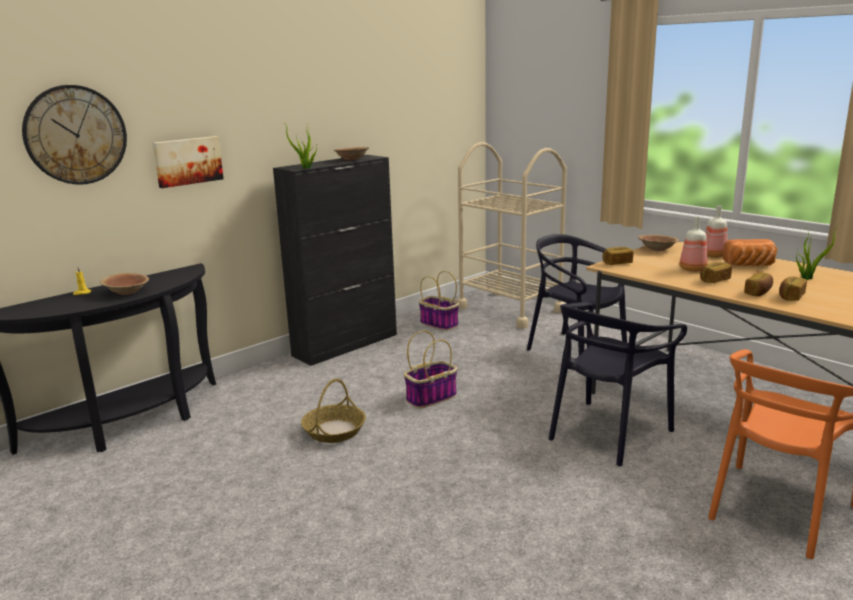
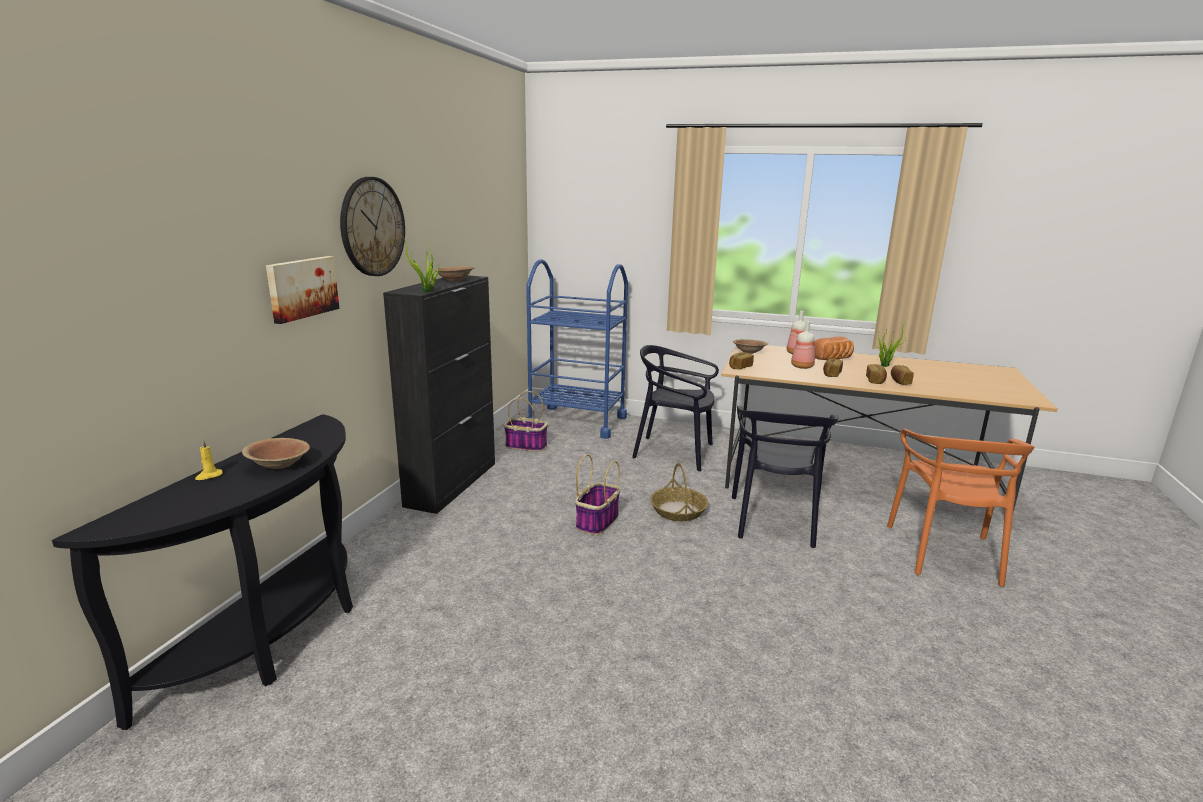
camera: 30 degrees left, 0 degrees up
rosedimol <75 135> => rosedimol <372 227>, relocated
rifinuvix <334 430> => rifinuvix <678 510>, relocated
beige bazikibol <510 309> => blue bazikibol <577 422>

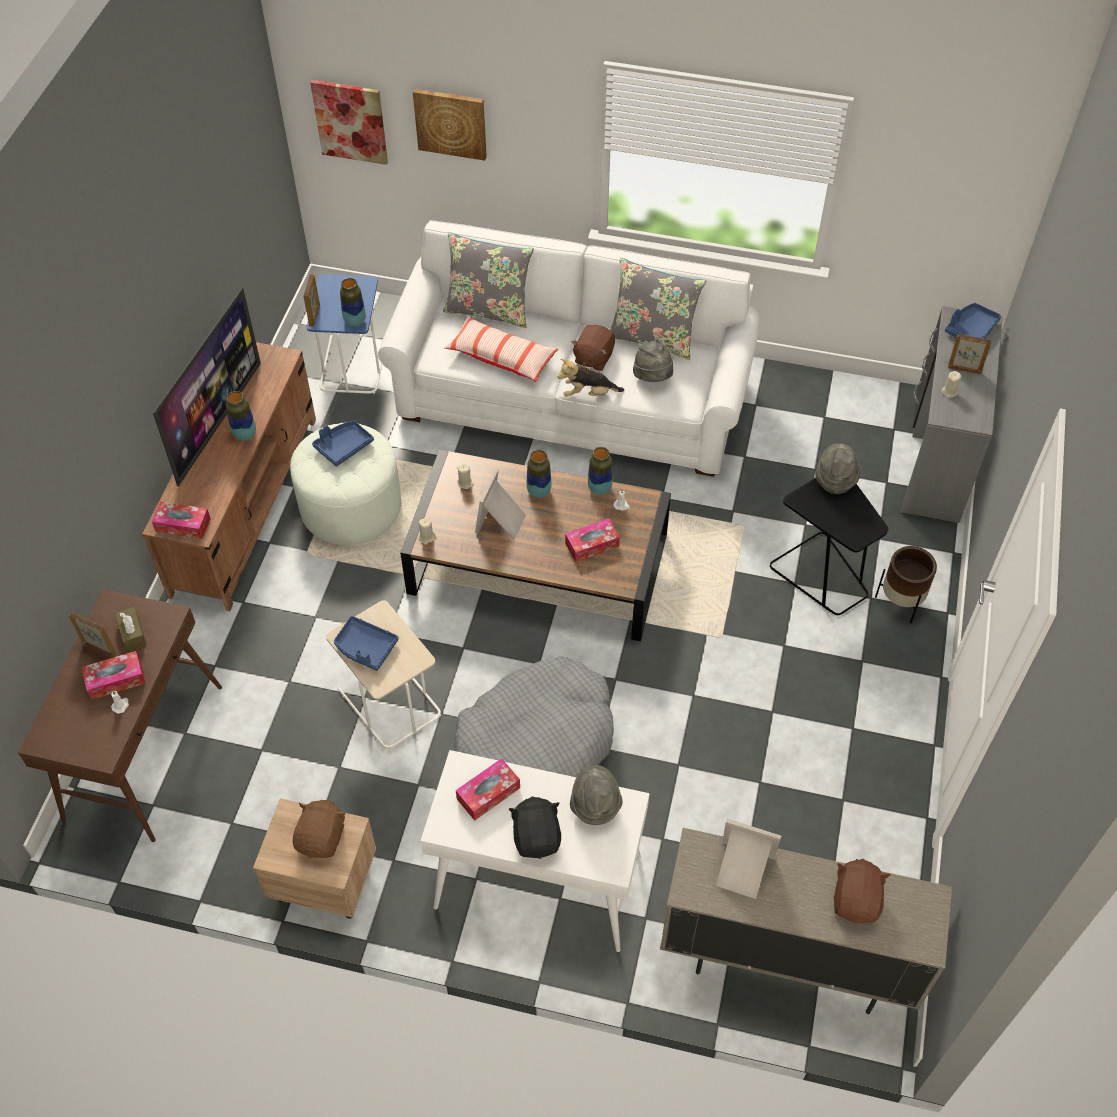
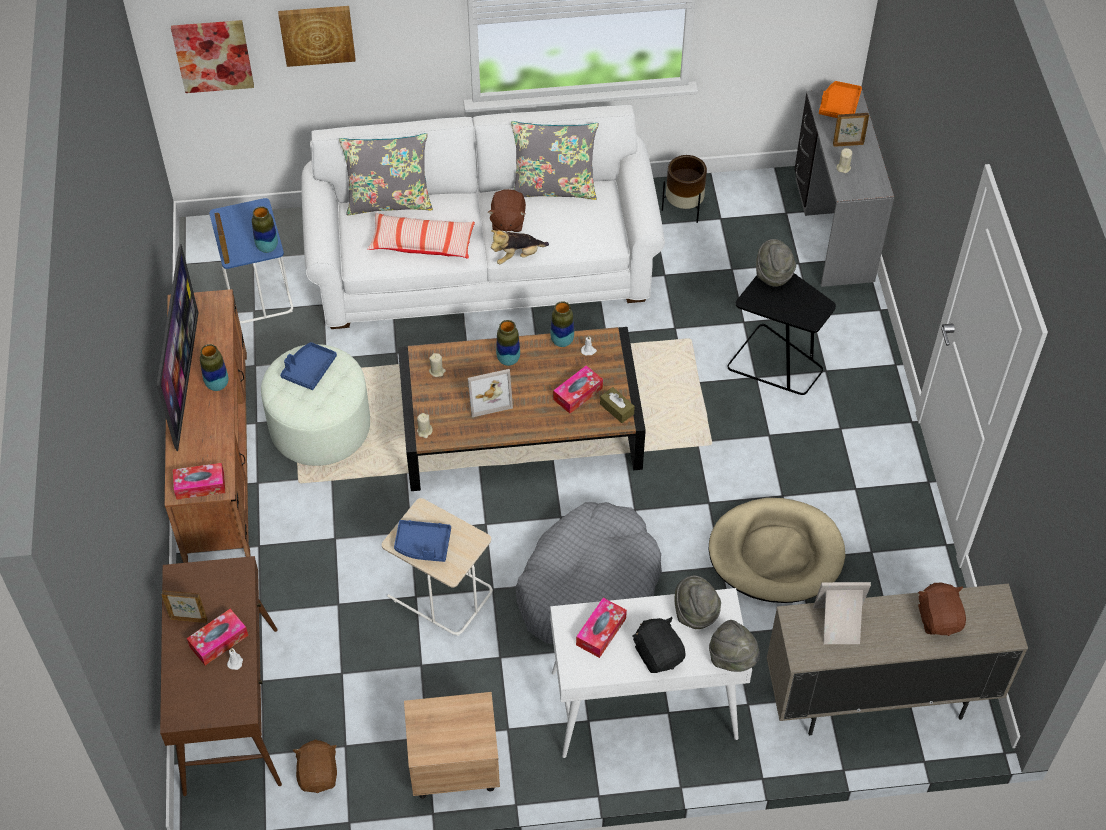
camera: 20 degrees left, 0 degrees up
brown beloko <132 632> => brown beloko <617 409>, relocated
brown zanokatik <322 838> => brown zanokatik <318 774>, relocated
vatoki <502 522> => vatoki <487 397>, 105 degrees counterclockwise
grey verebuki <653 377> => grey verebuki <732 658>, relocated
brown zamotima <901 602> => brown zamotima <684 208>, relocated
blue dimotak <970 329> => orange dimotak <839 106>
nothing => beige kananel <776 554>

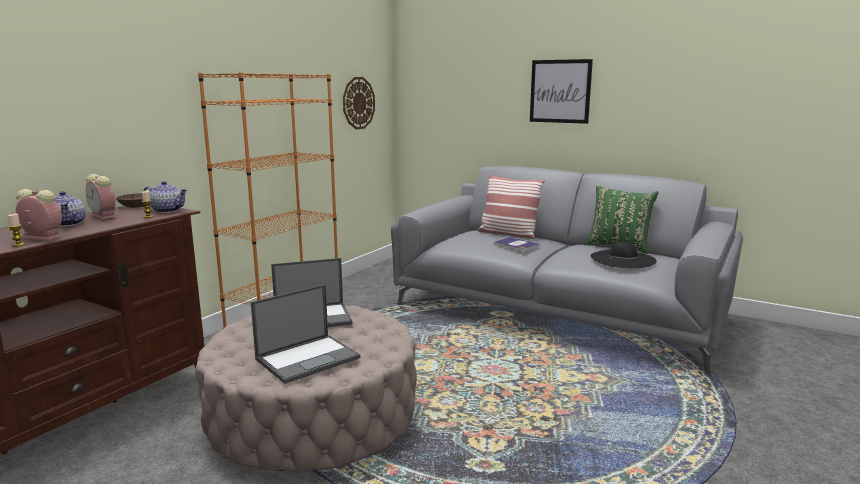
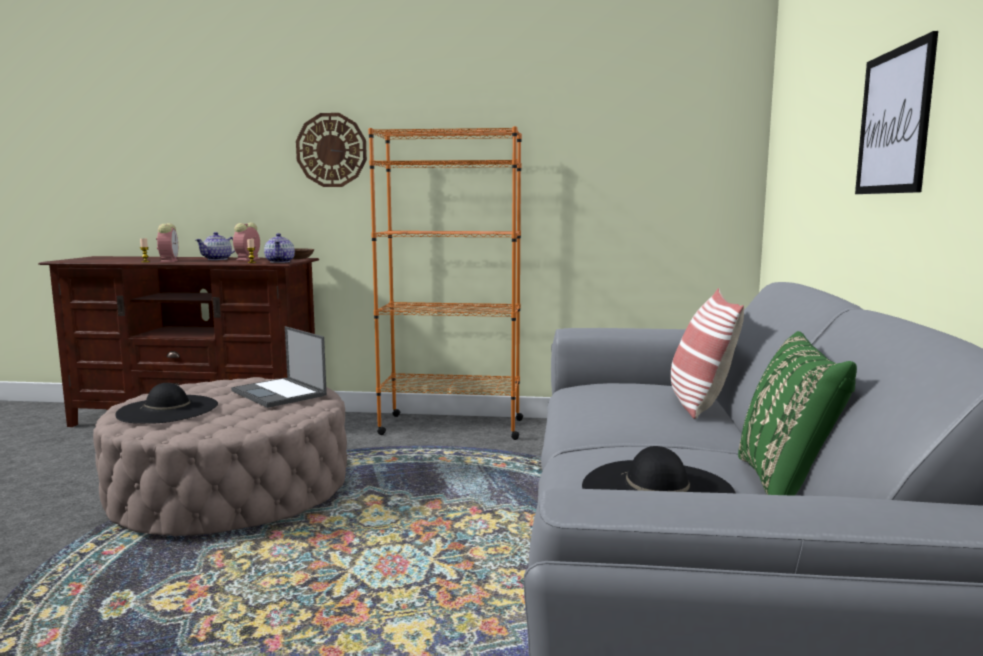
camera: 65 degrees right, 5 degrees down
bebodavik <308 358> => black verebuki <168 409>
rosedimol <358 103> => rosedimol <331 150>, relocated
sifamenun <516 245> => nothing

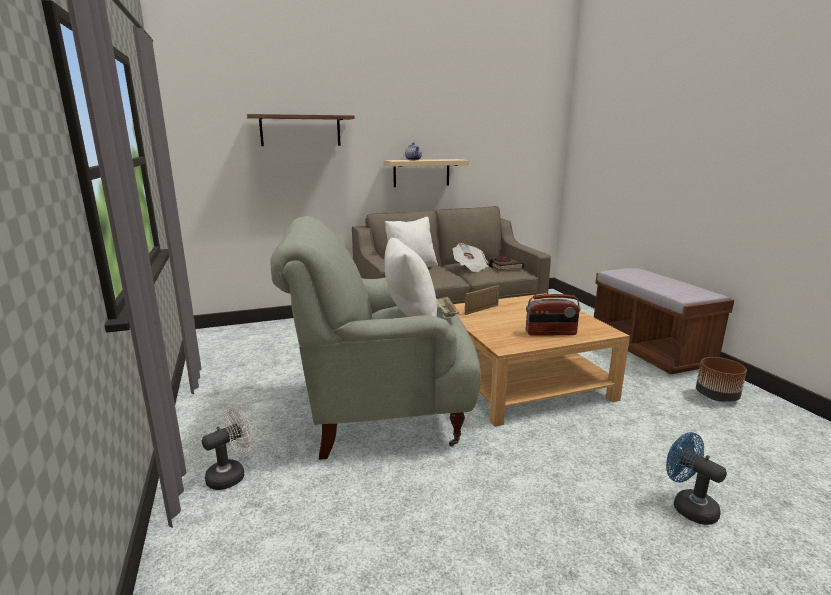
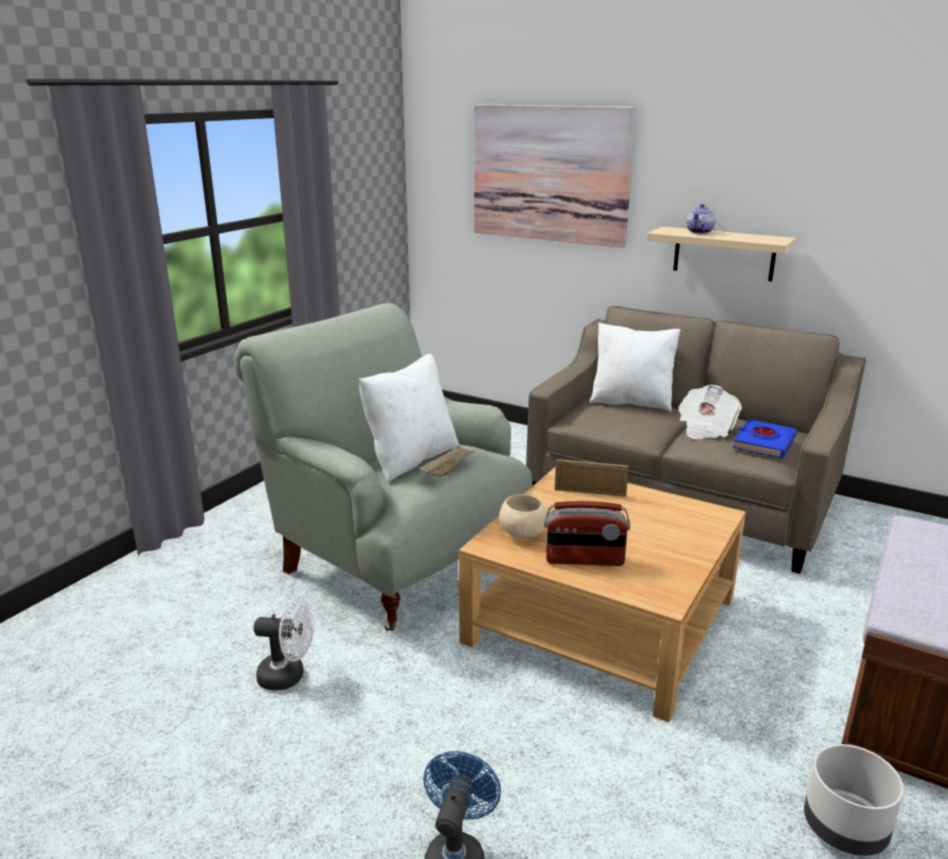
camera: 50 degrees right, 5 degrees up
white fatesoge <231 475> => white fatesoge <288 676>, relocated
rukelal <300 130> => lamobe <550 174>
black sifamenun <502 265> => blue sifamenun <763 443>
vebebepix <551 333> => vebebepix <584 560>, 45 degrees counterclockwise
brown zamotima <716 397> => grey zamotima <845 830>
nothing => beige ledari <522 534>

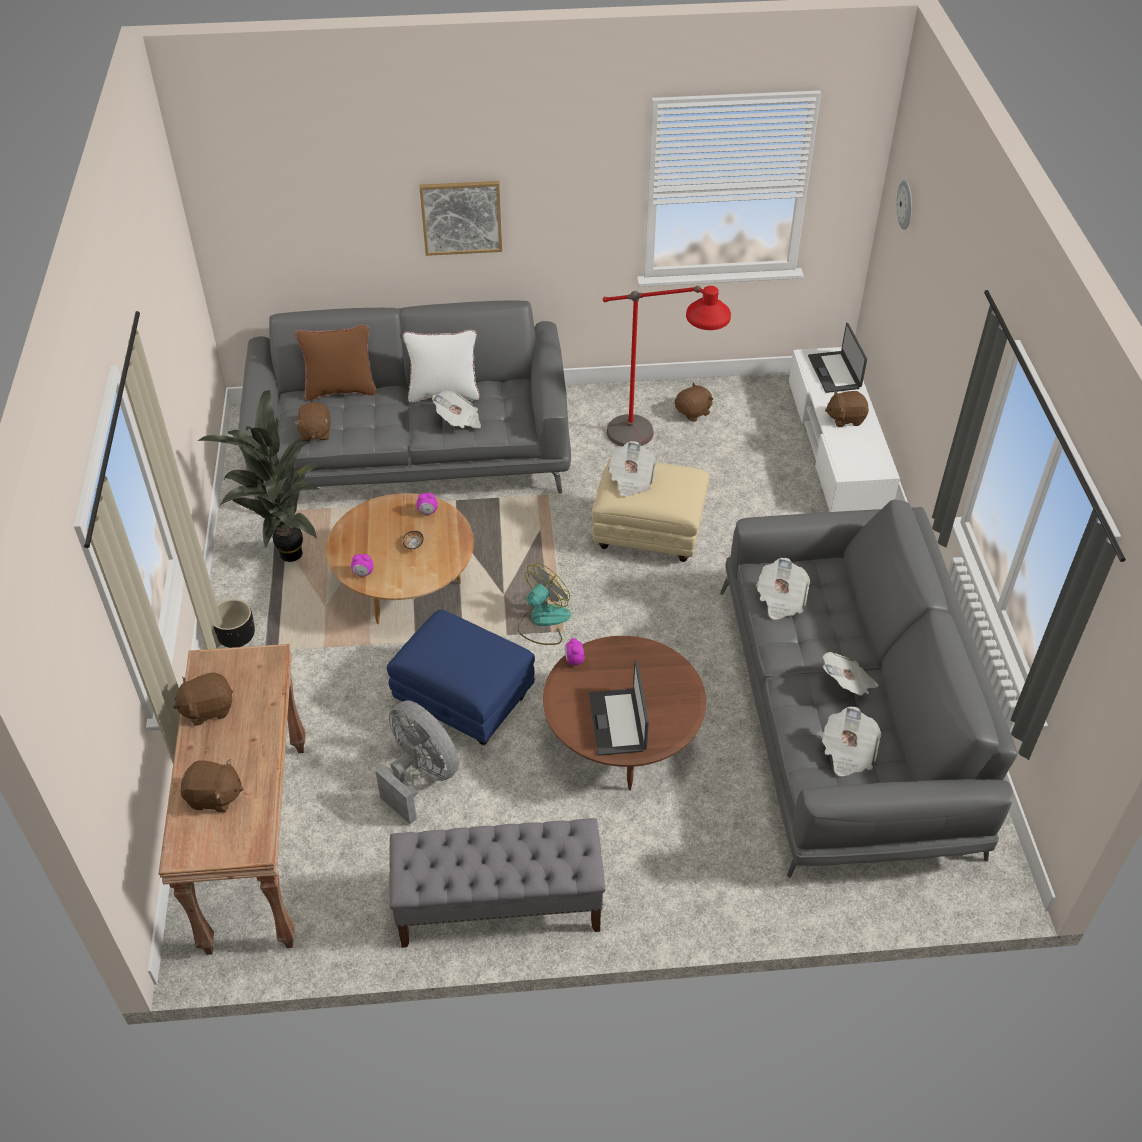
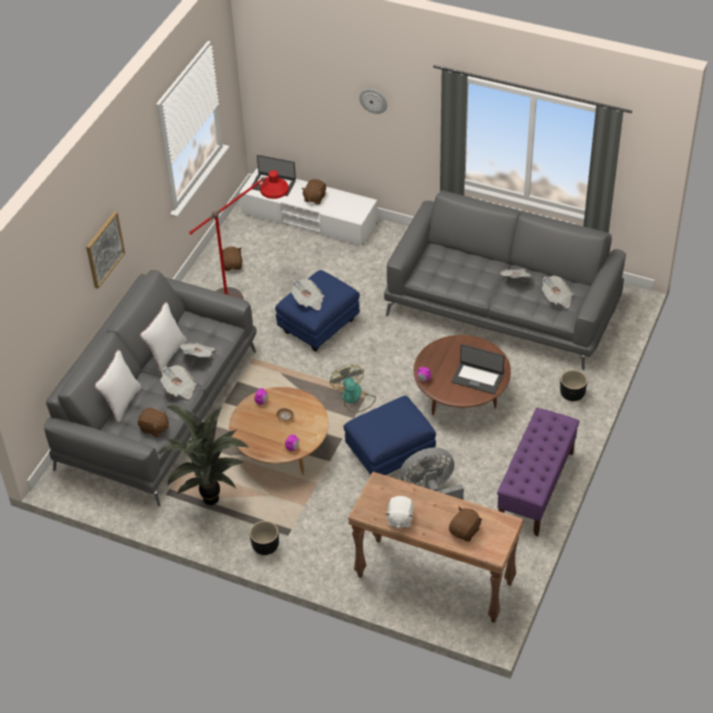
camera: 60 degrees left, 0 degrees up
brown zanokatik <208 708> => white zanokatik <399 519>
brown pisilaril <340 390> => white pisilaril <122 403>
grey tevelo <498 907> => purple tevelo <536 488>
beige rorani <650 533> => blue rorani <319 326>
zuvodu <781 600> => zuvodu <179 389>, relocated
rosedimol <906 205> => rosedimol <373 100>, relocated
nothing => black zamotima <572 394>

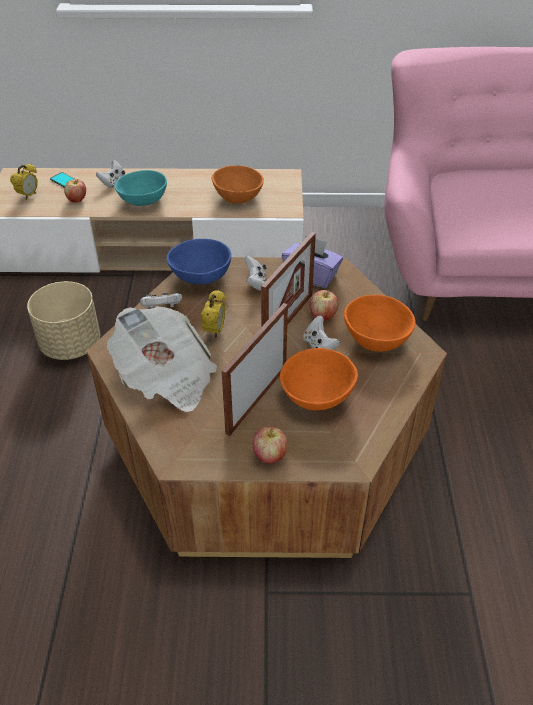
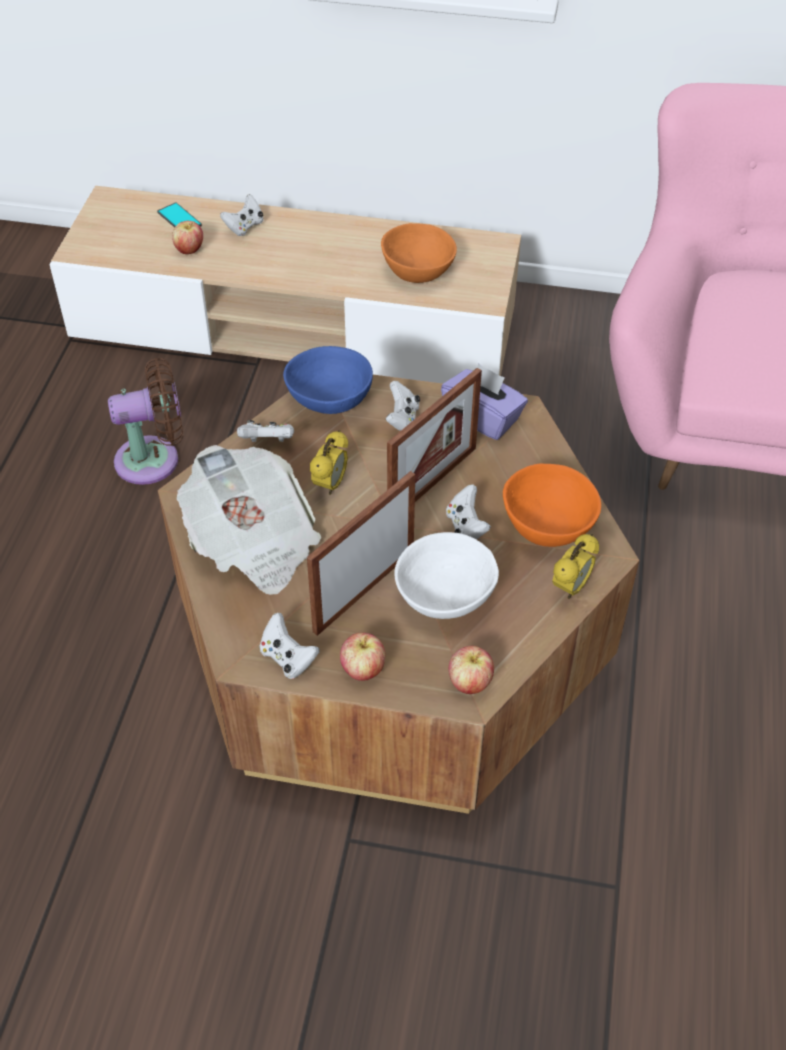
camera: 10 degrees right, 5 degrees up
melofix <28 195> => melofix <571 587>, relocated
beige zamotima <70 345> => brown fatesoge <154 459>
turquoise ledari <144 200> => nothing
orange ledari <318 394> => white ledari <446 595>
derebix <323 316> => derebix <469 683>, relocated
nothing => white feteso <288 658>

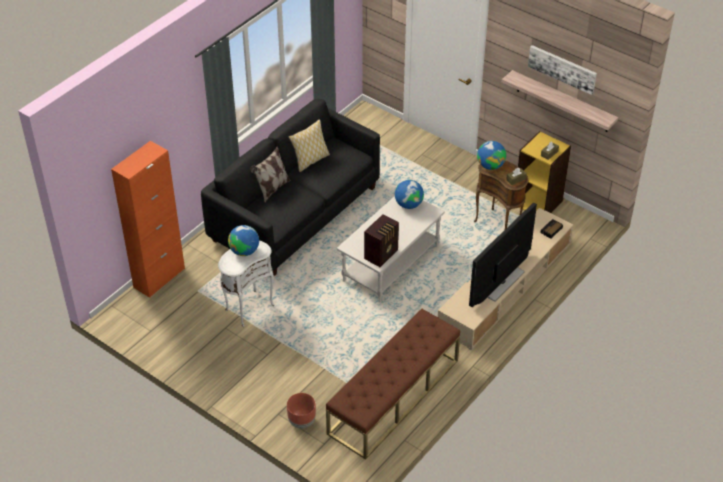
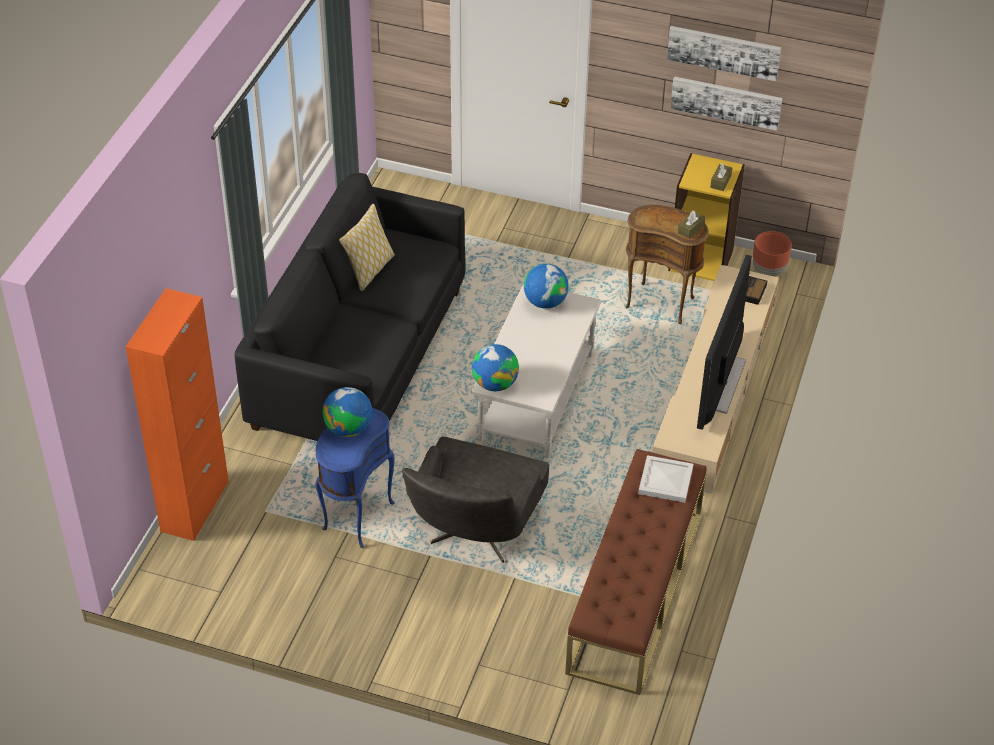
camera: 20 degrees left, 0 degrees up
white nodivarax <248 307> => blue nodivarax <355 516>
pisilaril <272 189> => nothing
brown zamotima <302 421> => brown zamotima <769 270>, relocated
vebebepix <382 254> => nothing
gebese <490 166> => gebese <495 384>, relocated
rukelal <562 102> => lamobe <726 101>
nothing => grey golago <474 535>
nothing => white dimotak <665 480>

